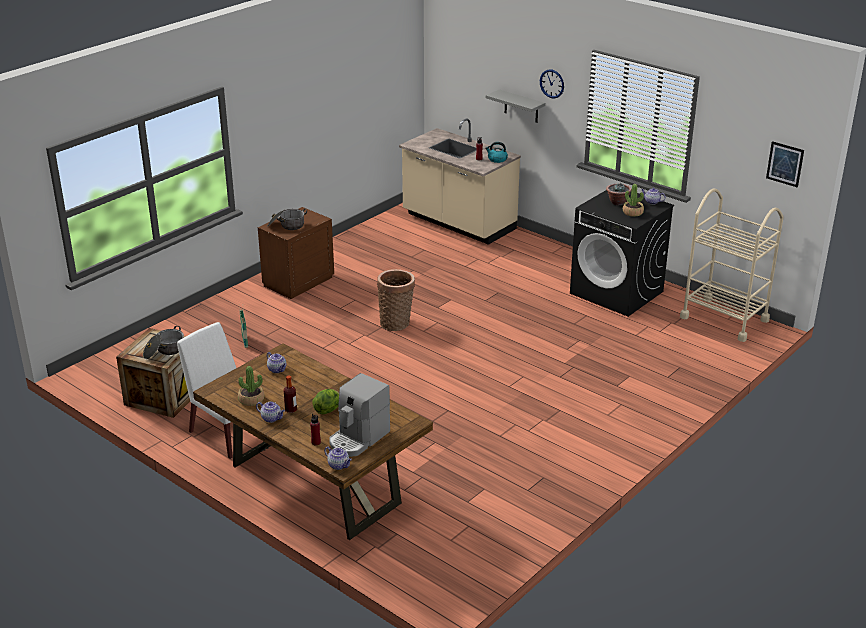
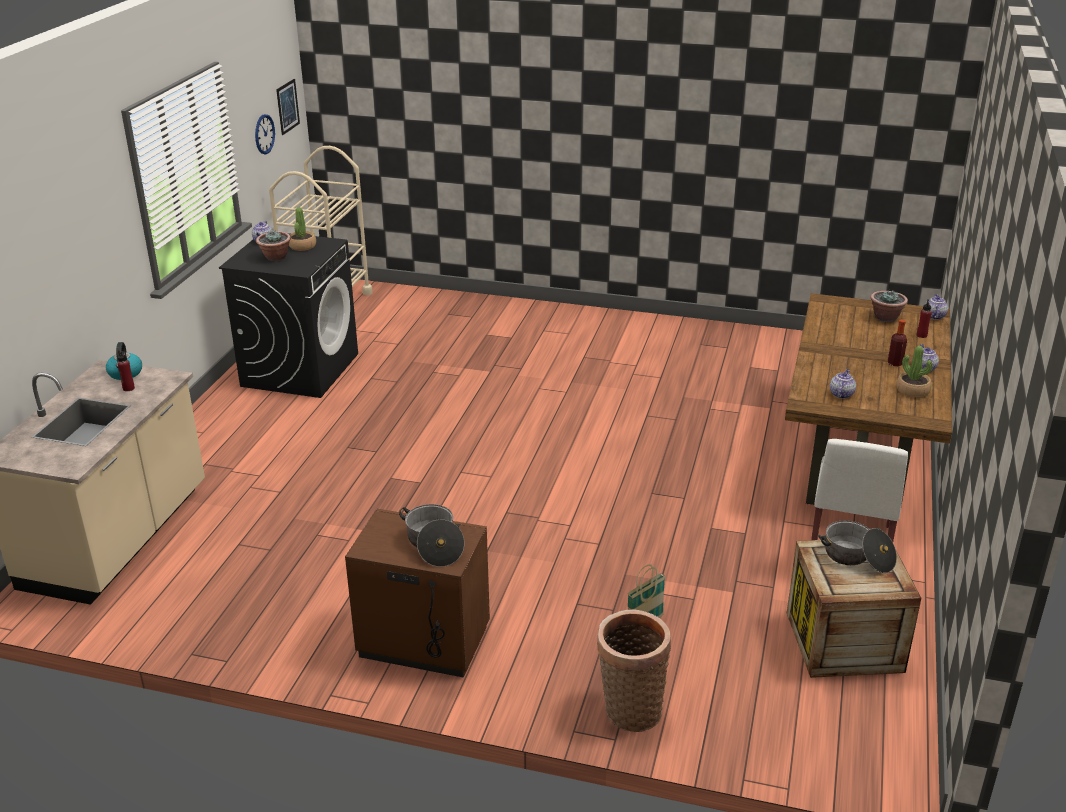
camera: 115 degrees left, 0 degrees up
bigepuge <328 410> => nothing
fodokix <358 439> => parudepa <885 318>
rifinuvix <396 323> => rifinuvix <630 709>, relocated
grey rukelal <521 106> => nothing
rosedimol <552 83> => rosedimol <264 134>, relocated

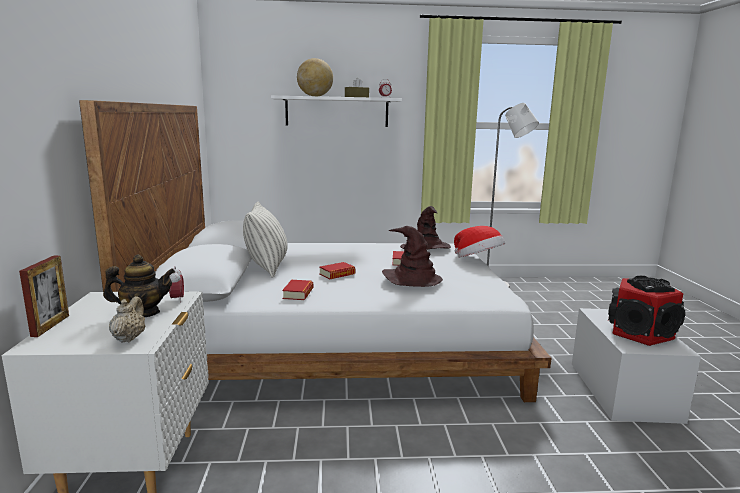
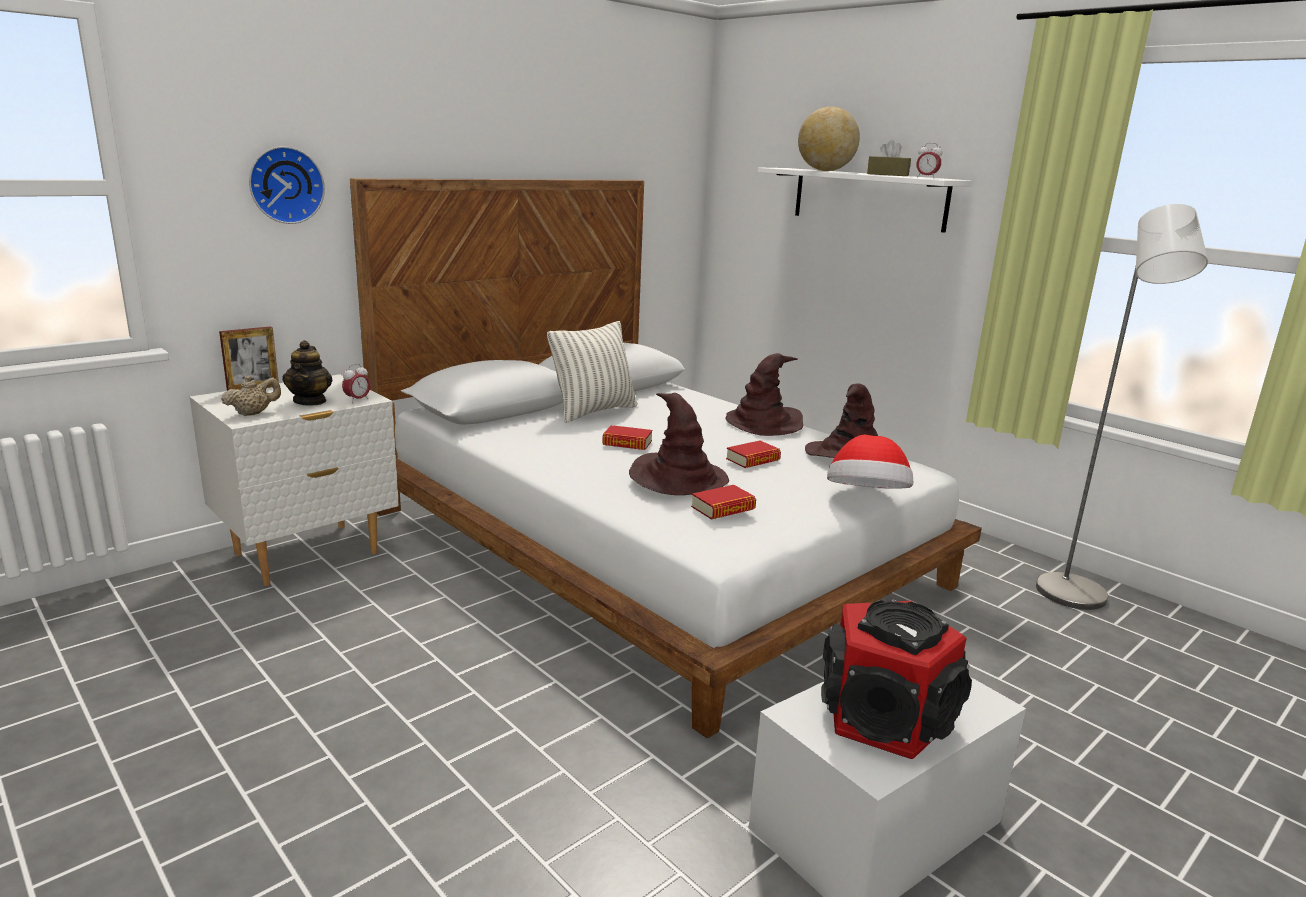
camera: 50 degrees right, 5 degrees up
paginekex <143 313> => paginekex <310 401>, 45 degrees clockwise
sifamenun <298 293> => sifamenun <723 508>, relocated
nothing => rosedimol <285 185>
nothing => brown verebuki <764 423>

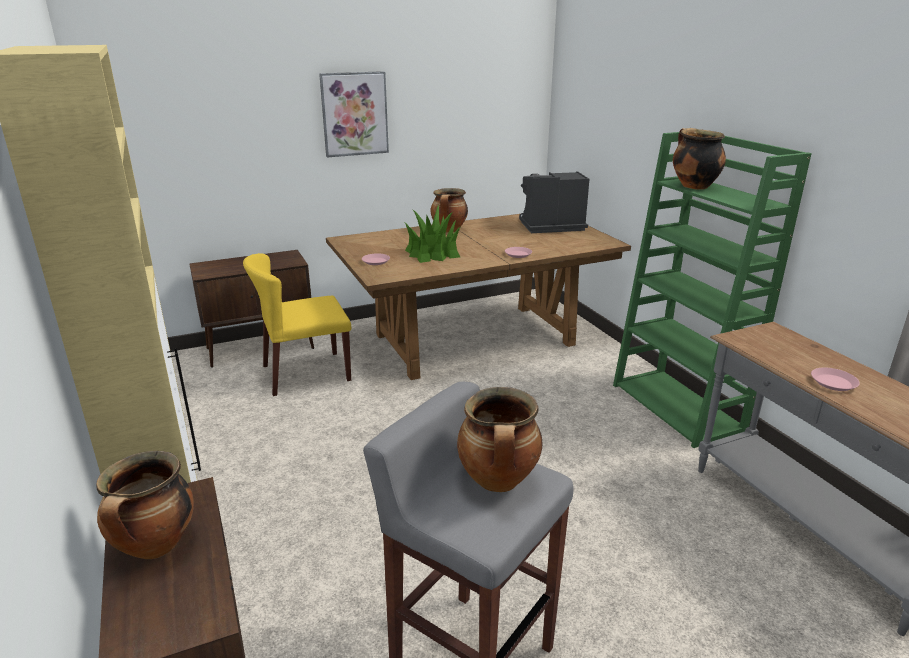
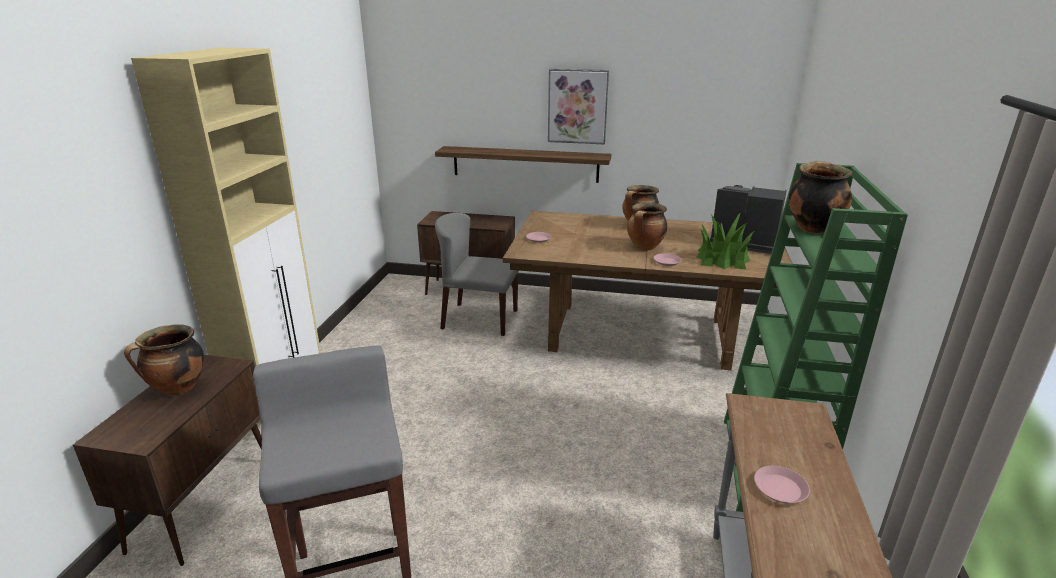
camera: 35 degrees right, 0 degrees up
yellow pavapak <305 373> => grey pavapak <479 319>
parudepa <433 253> => parudepa <722 259>, relocated
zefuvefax <499 482> => zefuvefax <645 247>, relocated
nothing => rukelal <525 164>

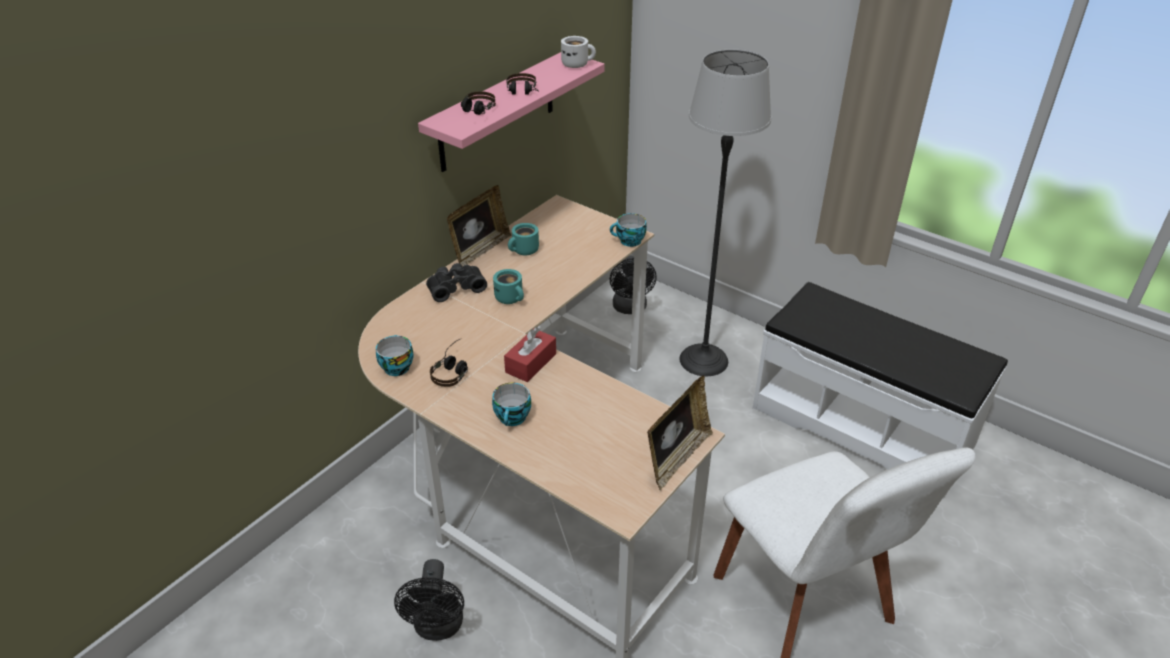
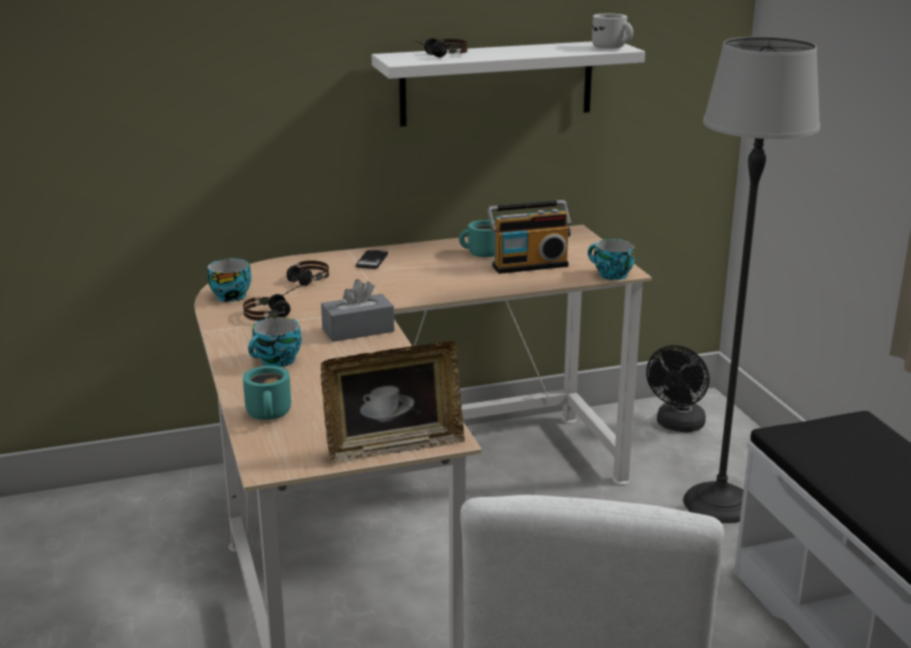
camera: 35 degrees right, 15 degrees down
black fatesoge <438 628> => nothing
pink rukelal <497 112> => white rukelal <497 83>
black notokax <455 287> => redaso <372 260>
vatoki <480 250> => nothing
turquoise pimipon <511 298> => turquoise pimipon <271 414>, relocated
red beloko <531 363> => grey beloko <358 330>
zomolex <523 93> => zomolex <303 283>, relocated
nothing => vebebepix <529 265>

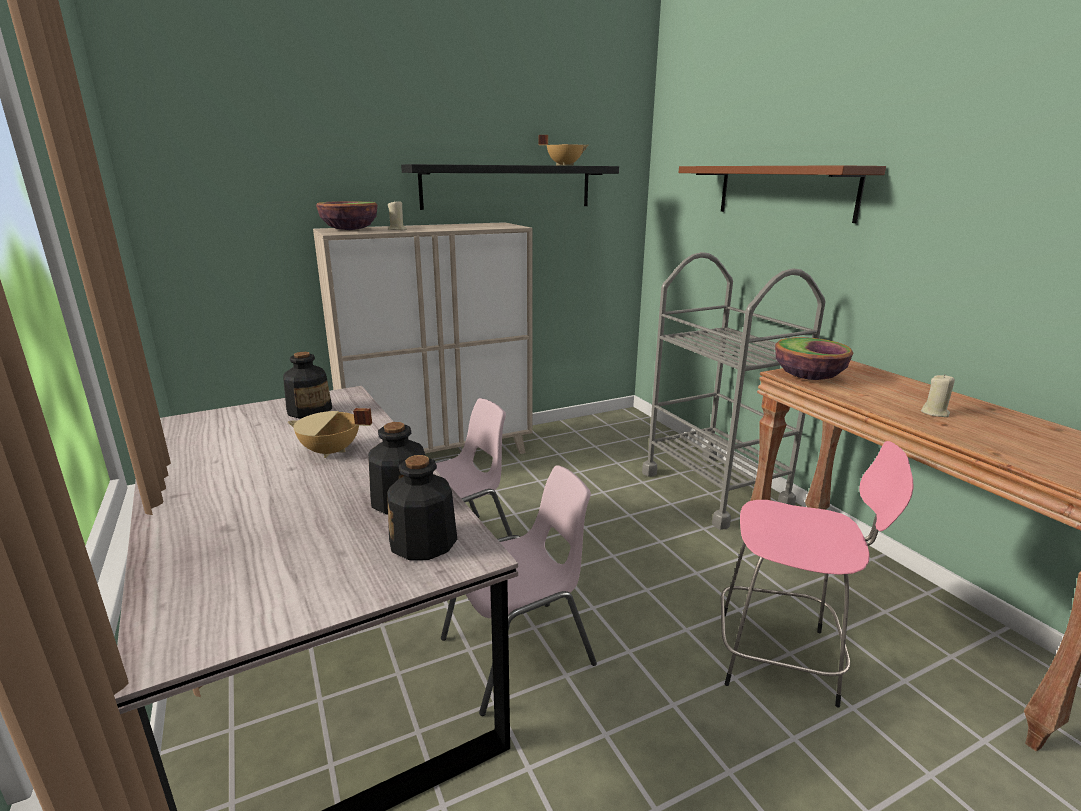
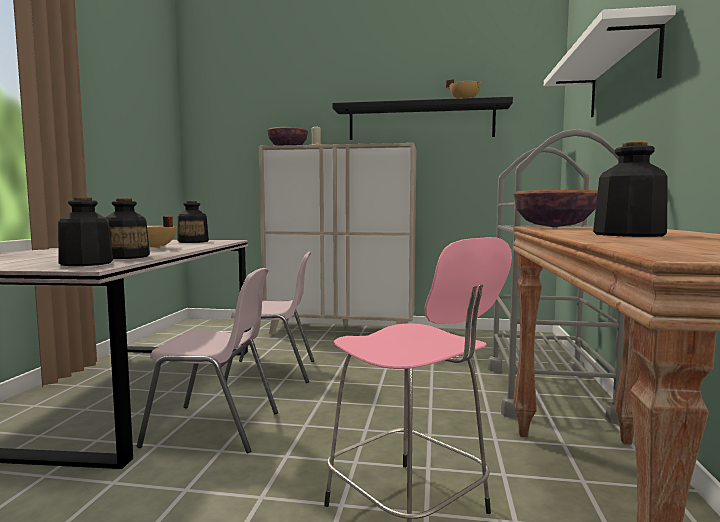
camera: 35 degrees right, 15 degrees down
brown rukelal <784 191> => white rukelal <622 75>
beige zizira <935 413> => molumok <628 235>

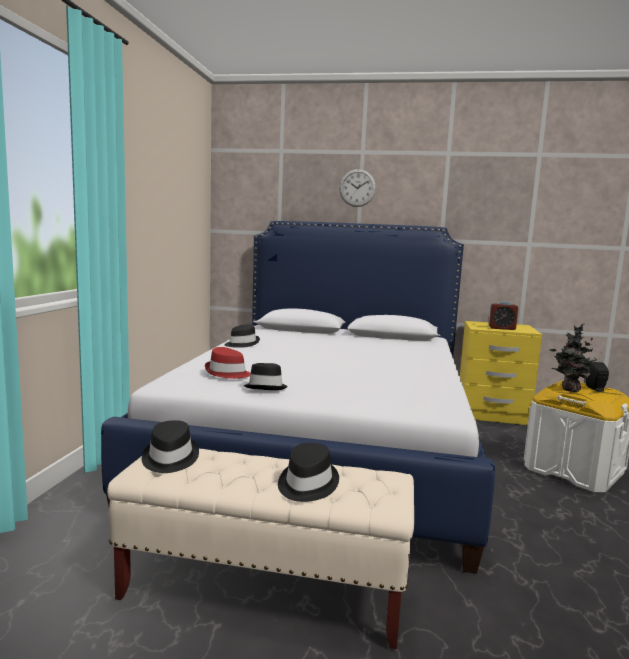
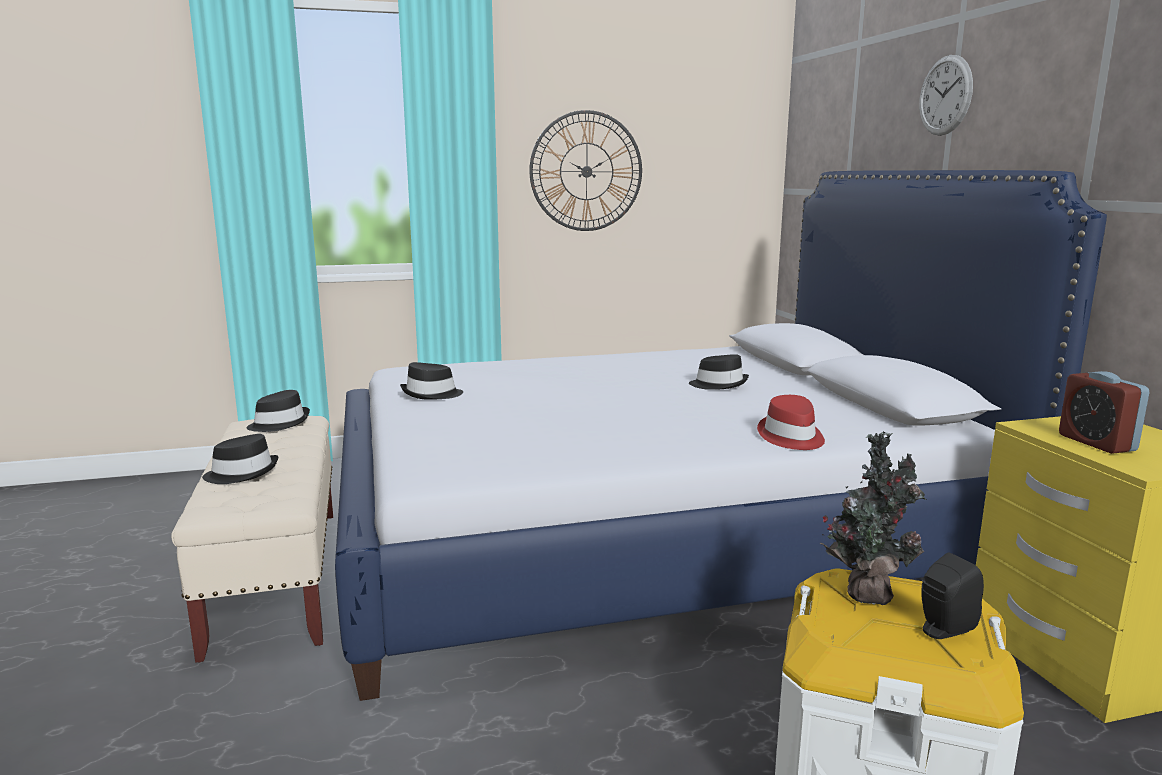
camera: 65 degrees right, 5 degrees up
red verebuki <227 373> => red verebuki <791 437>, relocated
black verebuki <241 344> => black verebuki <719 384>, relocated
nothing => rosedimol <586 171>

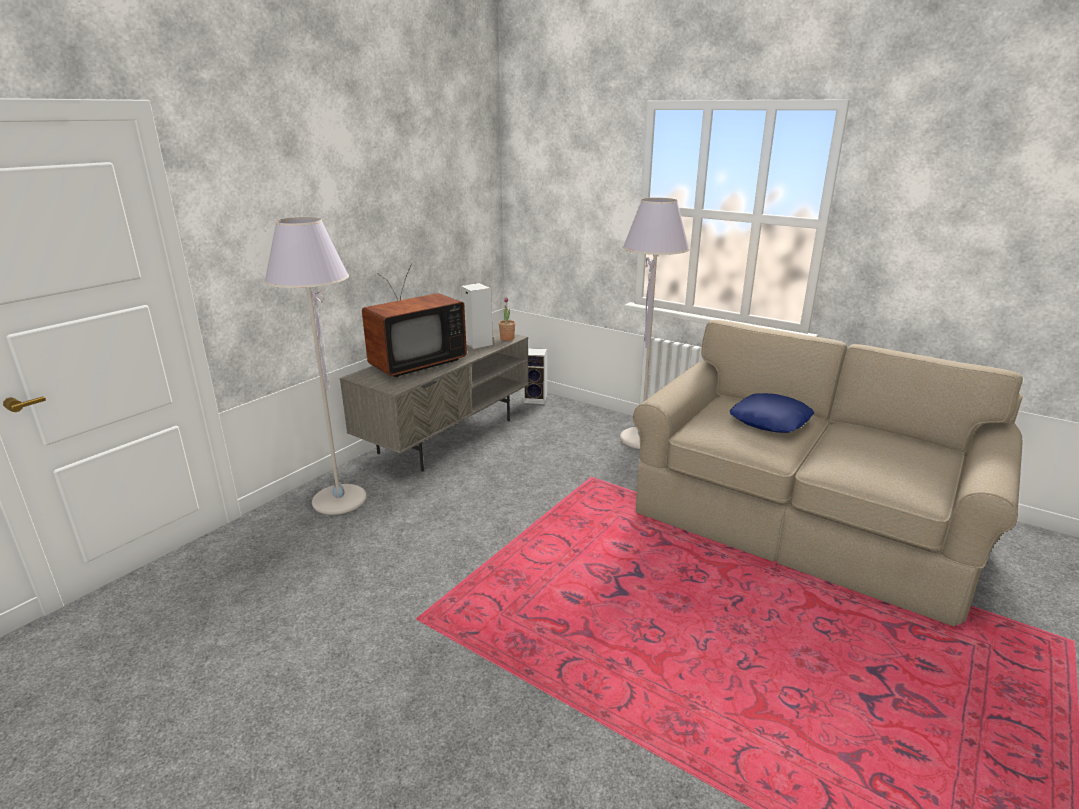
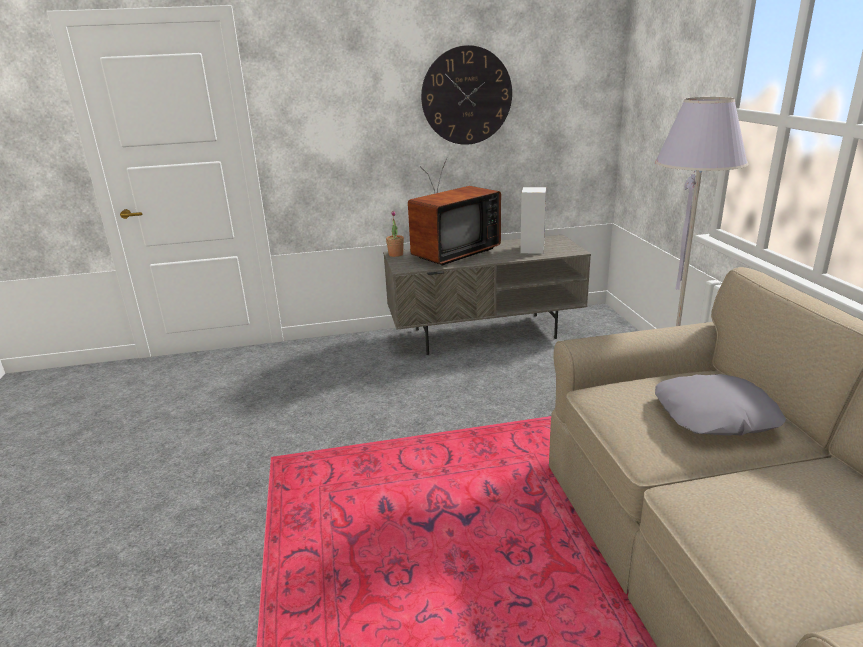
camera: 45 degrees right, 0 degrees up
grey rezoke <339 500> => nothing
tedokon <413 363> => tedokon <451 254>, 45 degrees counterclockwise
parudepa <507 338> => parudepa <396 254>, relocated
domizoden <536 399> => nothing
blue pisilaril <771 421> => grey pisilaril <715 416>
nothing => rosedimol <466 96>

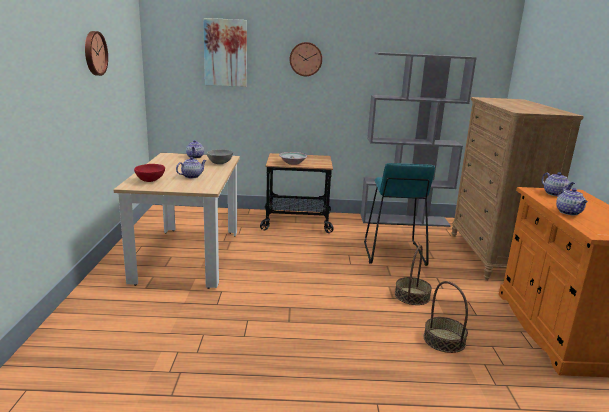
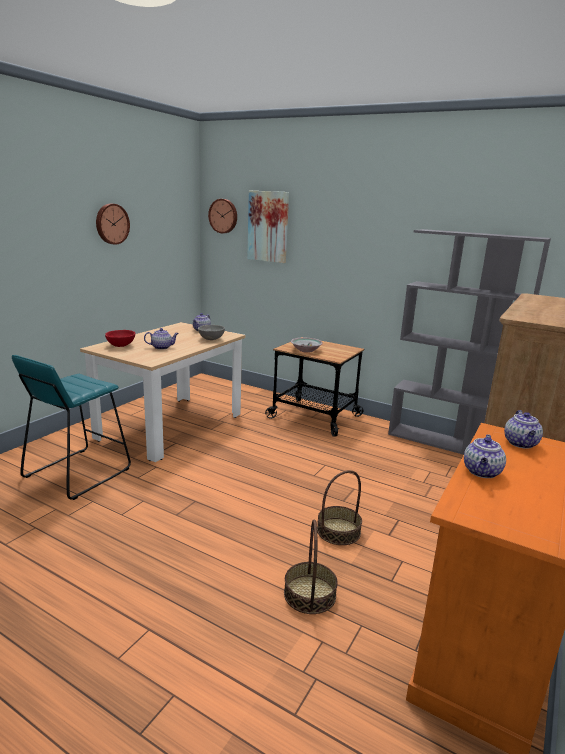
camera: 30 degrees right, 0 degrees up
rosedimol <305 59> => rosedimol <223 216>, relocated
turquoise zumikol <393 253> => turquoise zumikol <77 473>, relocated

